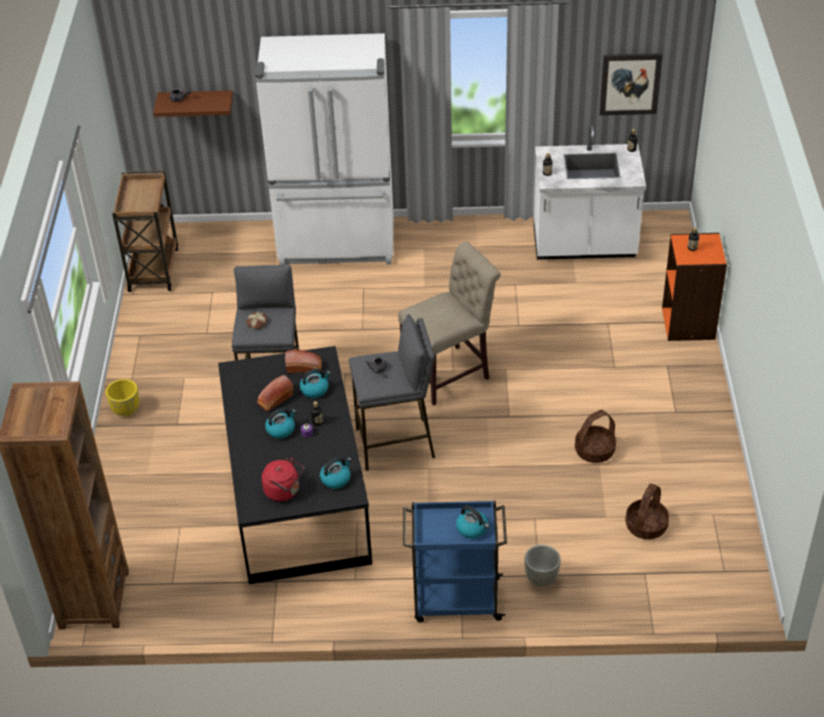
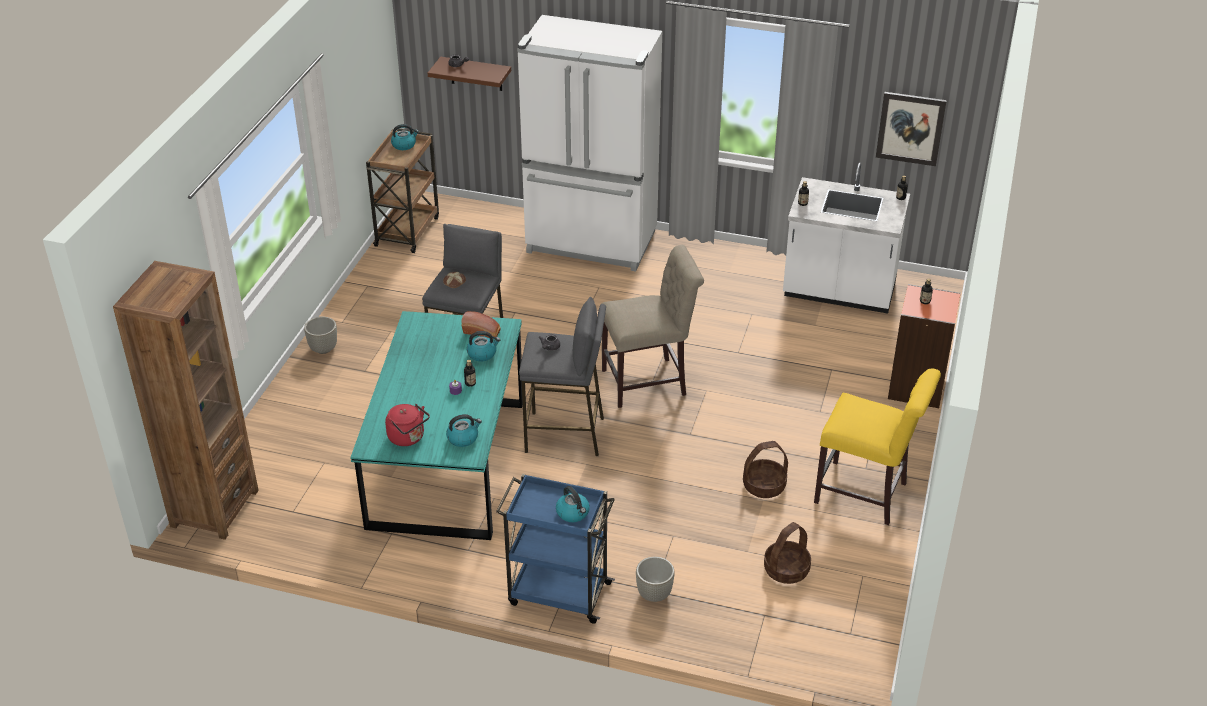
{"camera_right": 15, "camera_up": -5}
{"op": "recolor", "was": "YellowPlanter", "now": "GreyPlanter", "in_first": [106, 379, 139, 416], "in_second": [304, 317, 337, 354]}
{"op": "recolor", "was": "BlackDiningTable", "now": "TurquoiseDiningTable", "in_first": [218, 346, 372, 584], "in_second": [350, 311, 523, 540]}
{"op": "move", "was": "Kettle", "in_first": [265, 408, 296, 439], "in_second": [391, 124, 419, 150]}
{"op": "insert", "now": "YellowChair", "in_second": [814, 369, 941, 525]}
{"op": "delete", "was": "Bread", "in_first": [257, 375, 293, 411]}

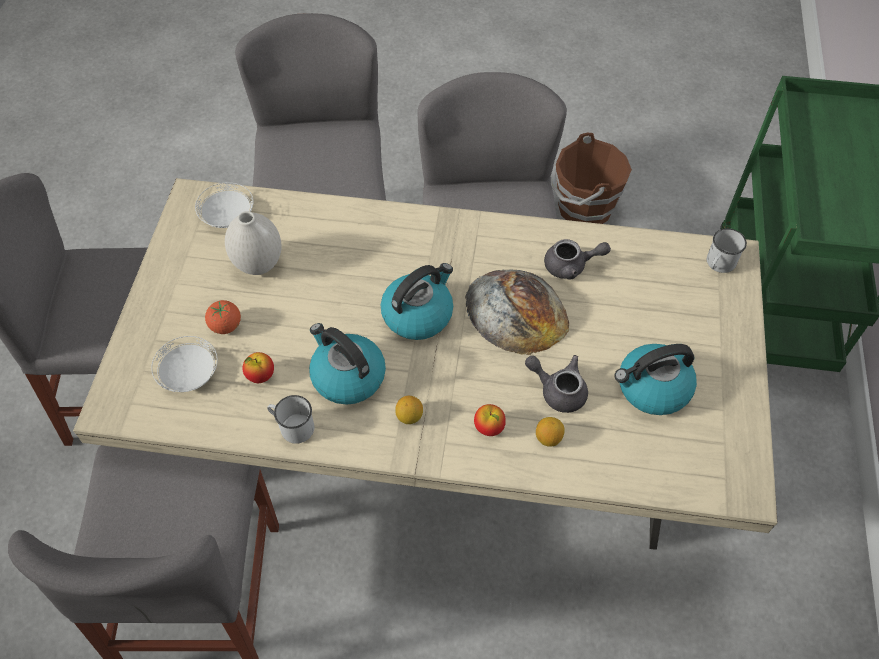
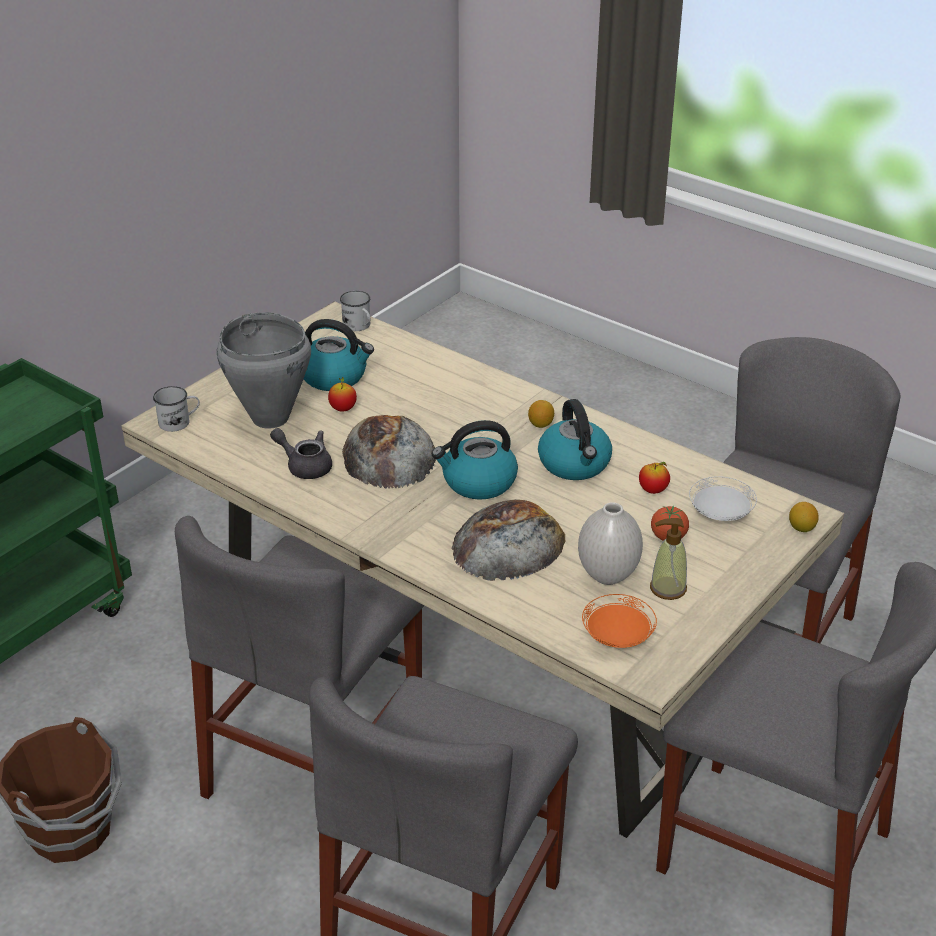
{"camera_right": -150, "camera_up": -20}
{"op": "insert", "now": "GreyCookingPot", "in_second": [217, 312, 311, 429]}
{"op": "move", "was": "Apple", "in_first": [474, 404, 506, 436], "in_second": [328, 377, 357, 412]}
{"op": "move", "was": "WhiteMug", "in_first": [267, 395, 314, 444], "in_second": [340, 291, 371, 331]}
{"op": "insert", "now": "Bread", "in_second": [452, 499, 565, 581]}
{"op": "recolor", "was": "WhitePlate", "now": "OrangePlate", "in_first": [195, 182, 254, 228], "in_second": [582, 594, 657, 648]}
{"op": "insert", "now": "SoapDispenser", "in_second": [650, 518, 687, 600]}
{"op": "move", "was": "Lemon", "in_first": [536, 417, 565, 447], "in_second": [789, 502, 819, 532]}
{"op": "delete", "was": "GreyTeapot", "in_first": [525, 355, 588, 413]}

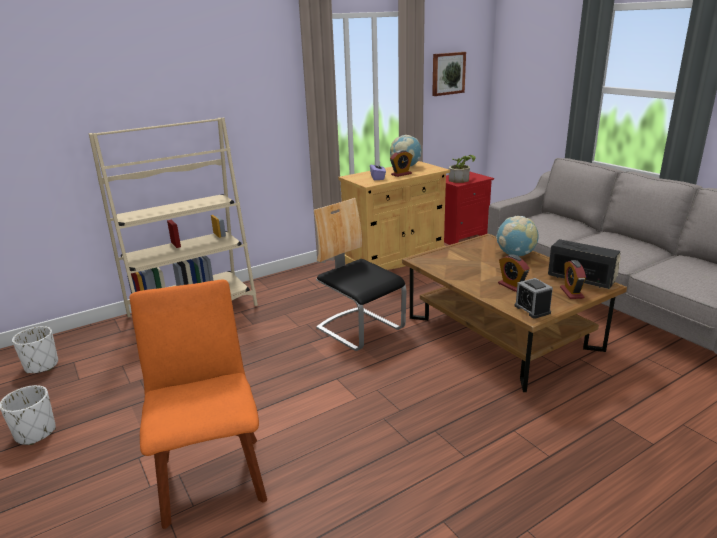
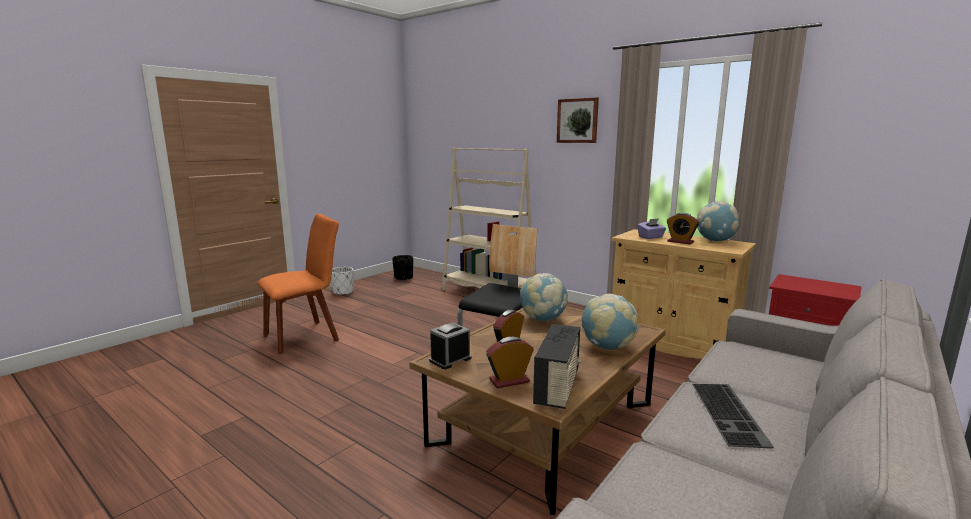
{"camera_right": 70, "camera_up": -10}
{"op": "recolor", "was": "WhitePlanter", "now": "BlackPlanter", "in_first": [12, 326, 58, 374], "in_second": [392, 255, 413, 280]}
{"op": "insert", "now": "Globe", "in_second": [520, 273, 568, 321]}
{"op": "move", "was": "Picture", "in_first": [432, 52, 466, 96], "in_second": [557, 97, 599, 143]}
{"op": "insert", "now": "Keyboard", "in_second": [692, 384, 774, 449]}
{"op": "delete", "was": "PottedPlant", "in_first": [449, 155, 476, 183]}

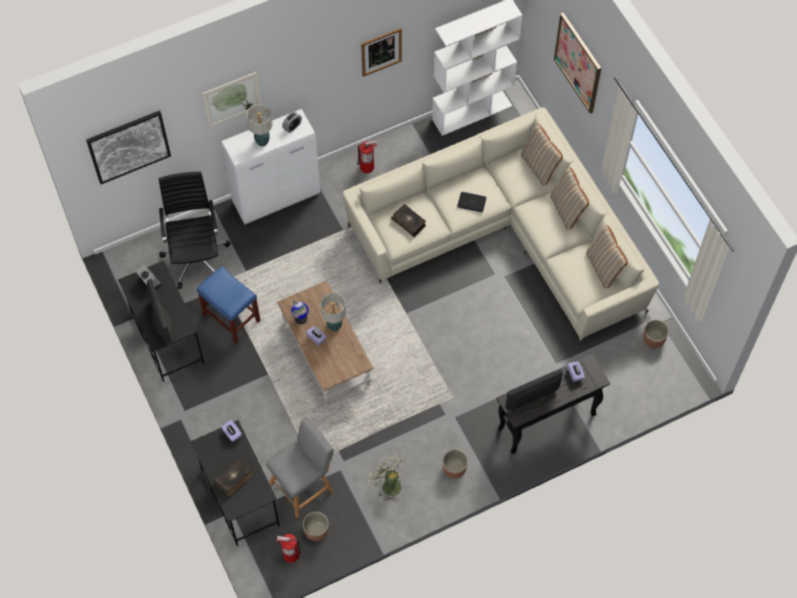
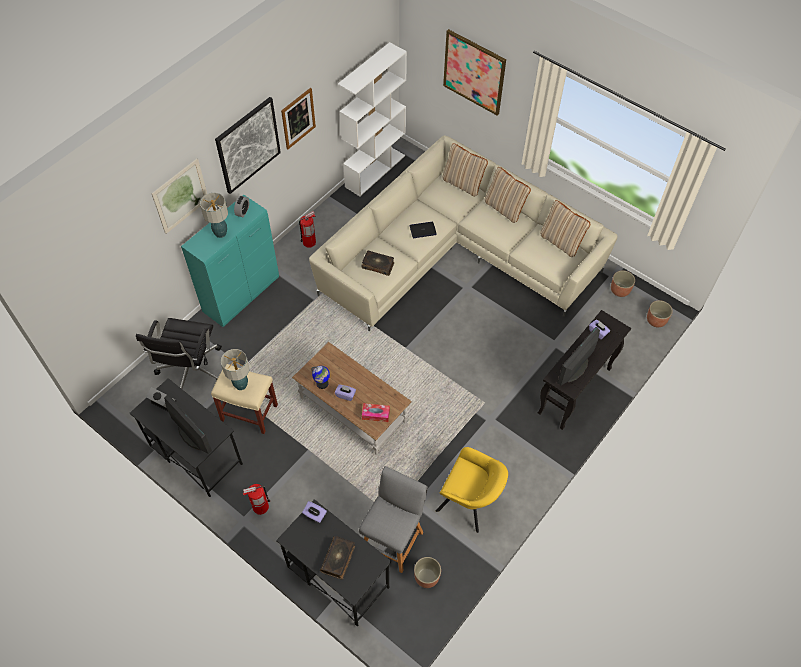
{"camera_right": -25, "camera_up": -5}
{"op": "rotate", "was": "BlackOfficeChair", "in_first": [159, 172, 231, 289], "in_second": [136, 318, 222, 389], "clockwise": -135}
{"op": "recolor", "was": "WhiteCabinet", "now": "TurquoiseCabinet", "in_first": [222, 109, 320, 225], "in_second": [181, 195, 279, 327]}
{"op": "recolor", "was": "BlueStool", "now": "BeigeStool", "in_first": [197, 266, 261, 344], "in_second": [211, 364, 278, 434]}
{"op": "move", "was": "Picture", "in_first": [86, 110, 171, 184], "in_second": [215, 97, 281, 194]}
{"op": "move", "was": "TableLamp", "in_first": [321, 293, 346, 331], "in_second": [221, 349, 249, 390]}
{"op": "move", "was": "FireExtinguisher", "in_first": [276, 534, 302, 563], "in_second": [243, 484, 271, 515]}
{"op": "insert", "now": "TissueBox", "in_second": [362, 403, 390, 422]}
{"op": "replace", "was": "GreenFan", "now": "YellowArmchair", "in_first": [368, 454, 405, 502], "in_second": [435, 447, 508, 533]}
{"op": "move", "was": "Planter", "in_first": [443, 449, 468, 479], "in_second": [647, 300, 673, 327]}

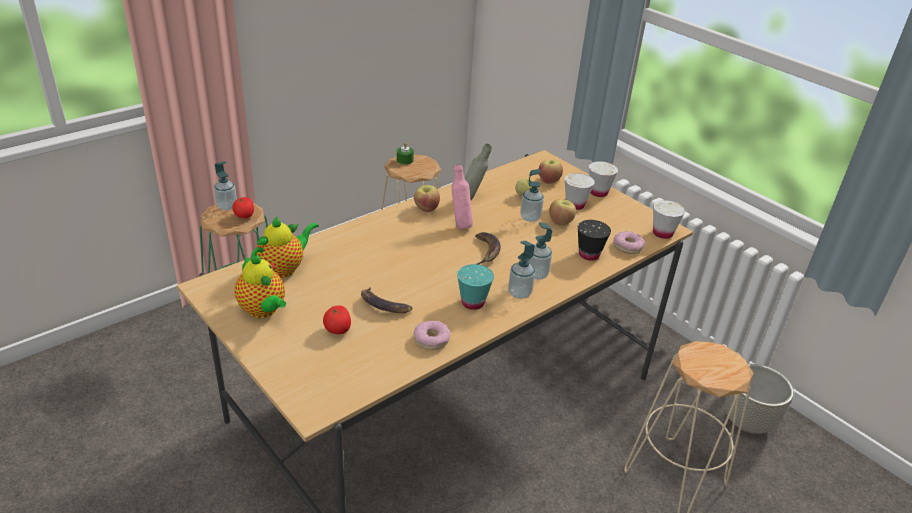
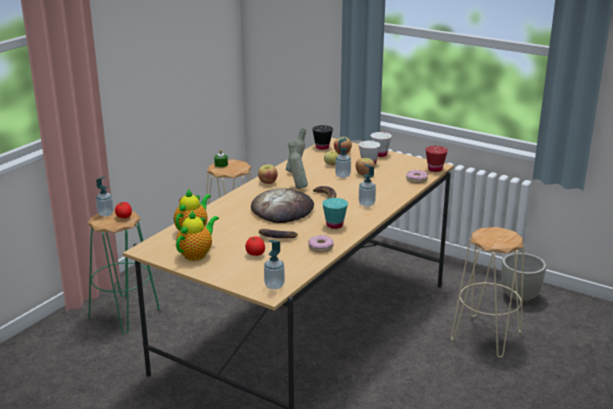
{"camera_right": -15, "camera_up": -10}
{"op": "rotate", "was": "Teapot", "in_first": [235, 254, 286, 318], "in_second": [176, 211, 219, 261], "clockwise": -90}
{"op": "insert", "now": "Bread", "in_second": [251, 188, 314, 223]}
{"op": "move", "was": "SoapDispenser", "in_first": [508, 241, 535, 299], "in_second": [264, 240, 285, 290]}
{"op": "recolor", "was": "PinkBottle", "now": "GreyBottle", "in_first": [451, 164, 473, 229], "in_second": [288, 142, 308, 189]}
{"op": "move", "was": "BlackCup", "in_first": [578, 220, 611, 261], "in_second": [312, 125, 333, 150]}
{"op": "recolor", "was": "WhiteCup", "now": "RedCup", "in_first": [653, 200, 685, 239], "in_second": [425, 146, 448, 172]}

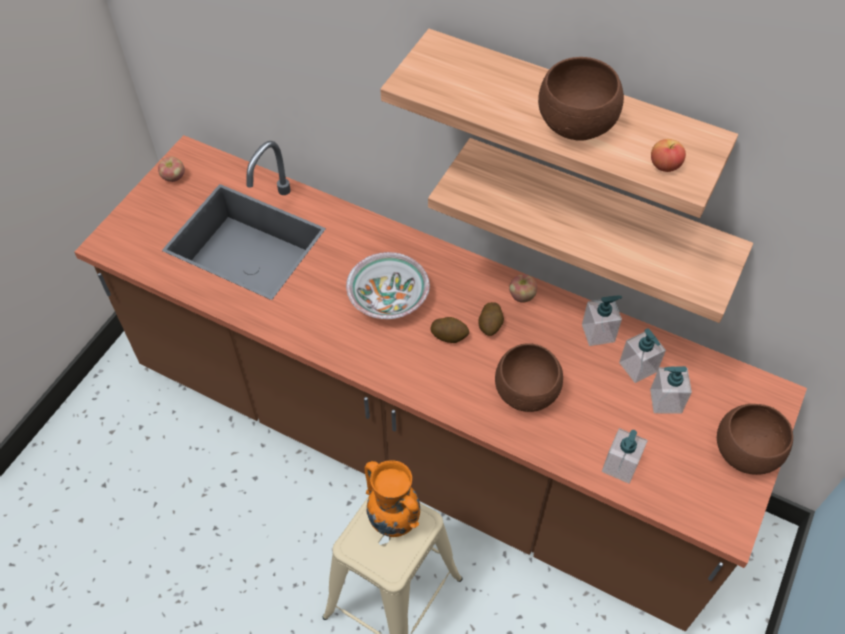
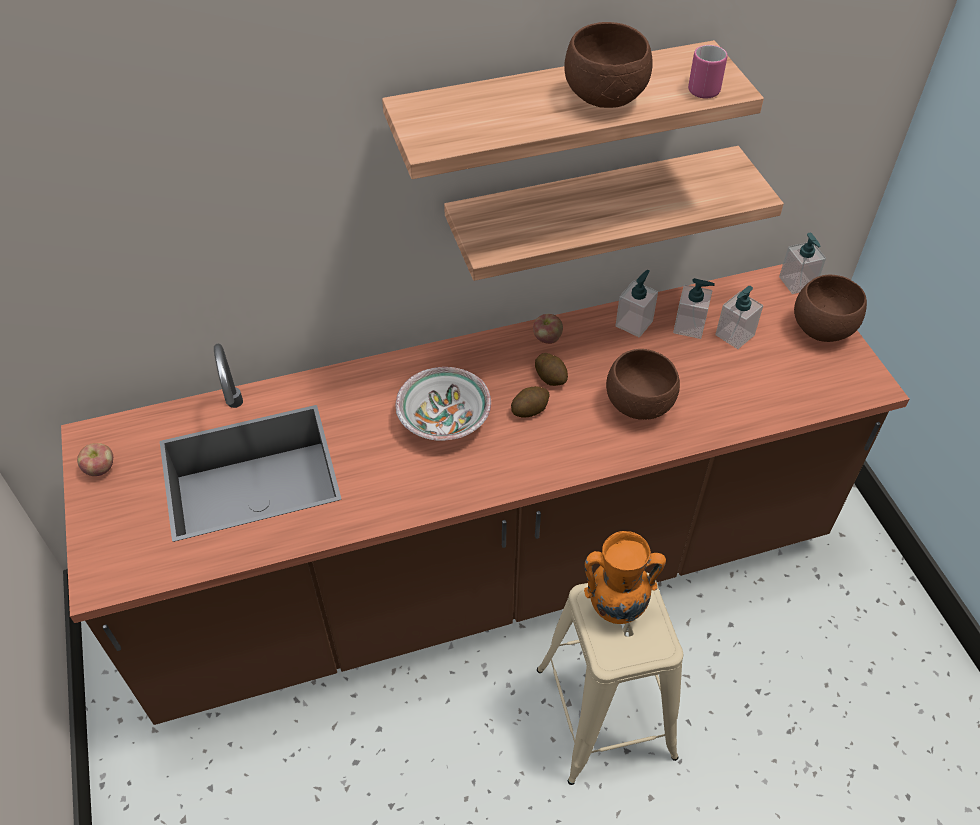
{"camera_right": -45, "camera_up": -5}
{"op": "replace", "was": "Apple", "now": "PinkMug", "in_first": [651, 139, 686, 172], "in_second": [688, 45, 728, 98]}
{"op": "move", "was": "SoapDispenser", "in_first": [602, 428, 648, 484], "in_second": [779, 233, 826, 294]}

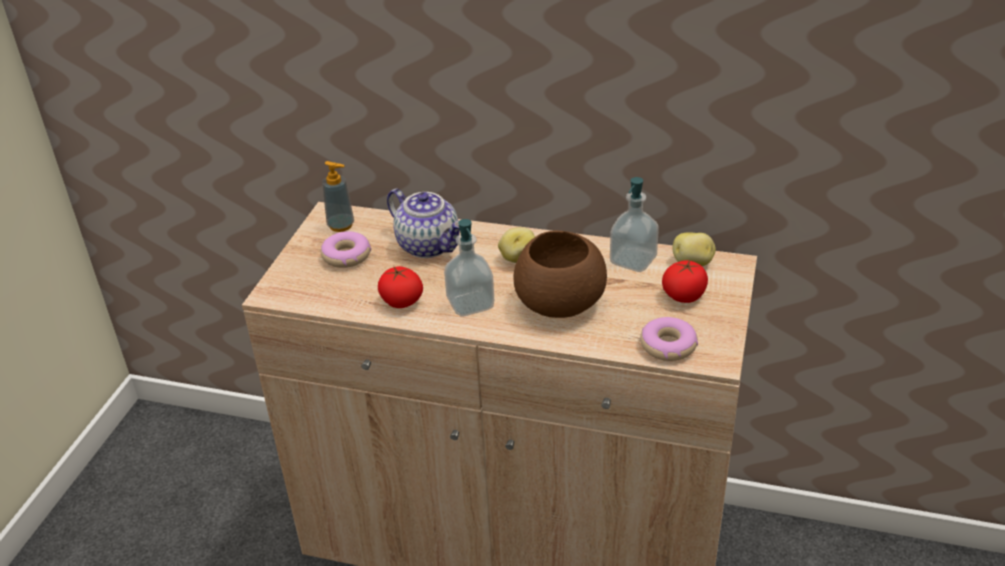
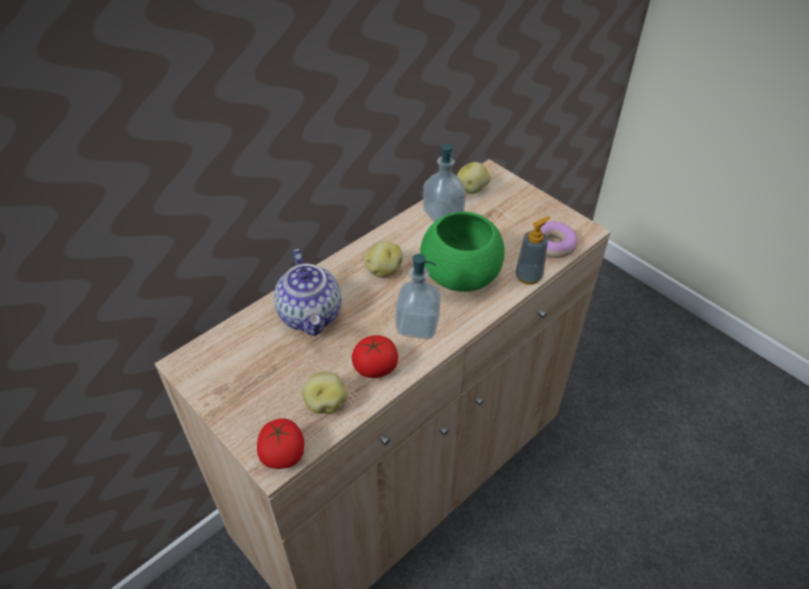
{"camera_right": -60, "camera_up": 10}
{"op": "move", "was": "Tomato", "in_first": [662, 260, 708, 303], "in_second": [257, 418, 304, 469]}
{"op": "rotate", "was": "Teapot", "in_first": [387, 188, 460, 258], "in_second": [274, 249, 341, 337], "clockwise": 90}
{"op": "insert", "now": "Potato", "in_second": [301, 372, 347, 414]}
{"op": "recolor", "was": "BrownBowl", "now": "GreenBowl", "in_first": [513, 230, 607, 318], "in_second": [420, 211, 505, 292]}
{"op": "move", "was": "SoapDispenser", "in_first": [322, 161, 354, 232], "in_second": [515, 216, 551, 285]}
{"op": "delete", "was": "Donut", "in_first": [321, 231, 371, 268]}

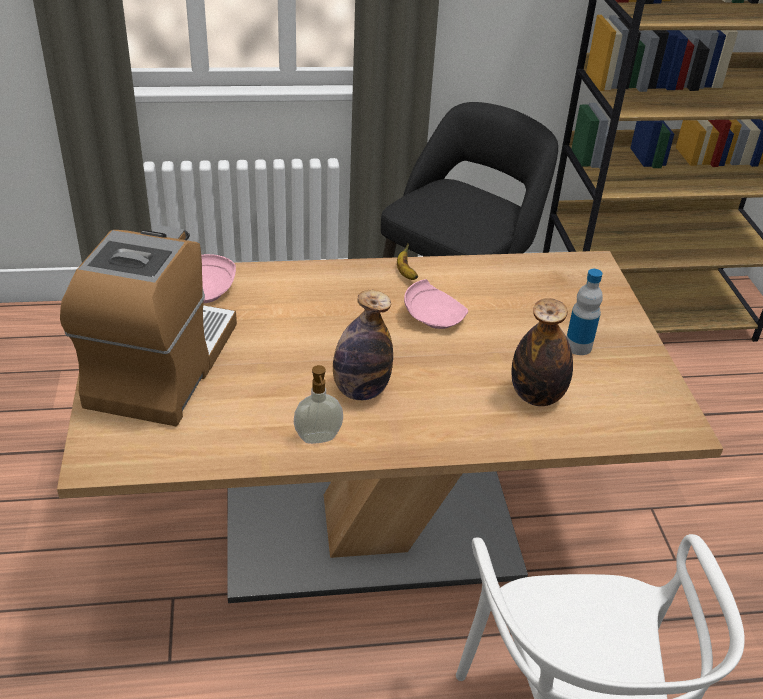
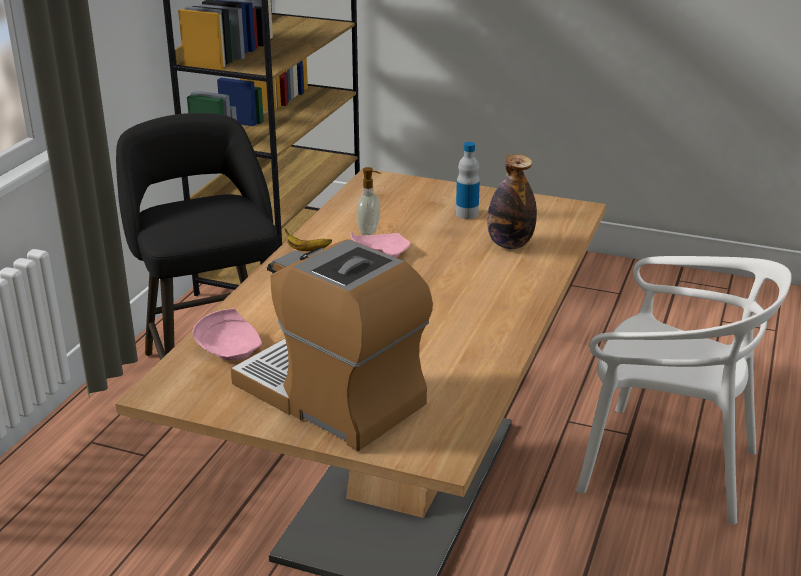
{"camera_right": -60, "camera_up": -10}
{"op": "move", "was": "SoapDispenser", "in_first": [294, 365, 343, 444], "in_second": [357, 167, 381, 235]}
{"op": "delete", "was": "Bottle", "in_first": [333, 290, 393, 400]}

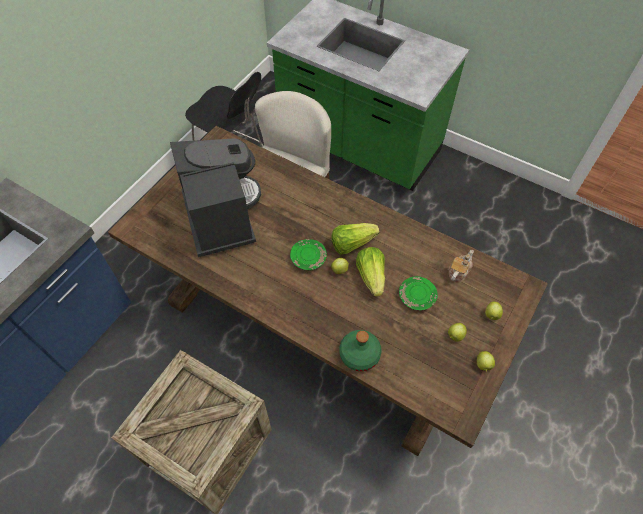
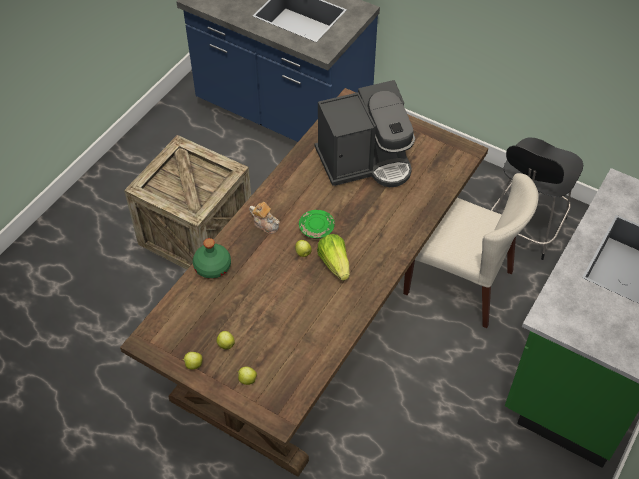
{"camera_right": 90, "camera_up": -5}
{"op": "move", "was": "Teapot", "in_first": [448, 250, 474, 283], "in_second": [249, 202, 280, 234]}
{"op": "delete", "was": "Lettuce", "in_first": [356, 247, 385, 297]}
{"op": "delete", "was": "GreenPlate", "in_first": [399, 276, 438, 311]}

